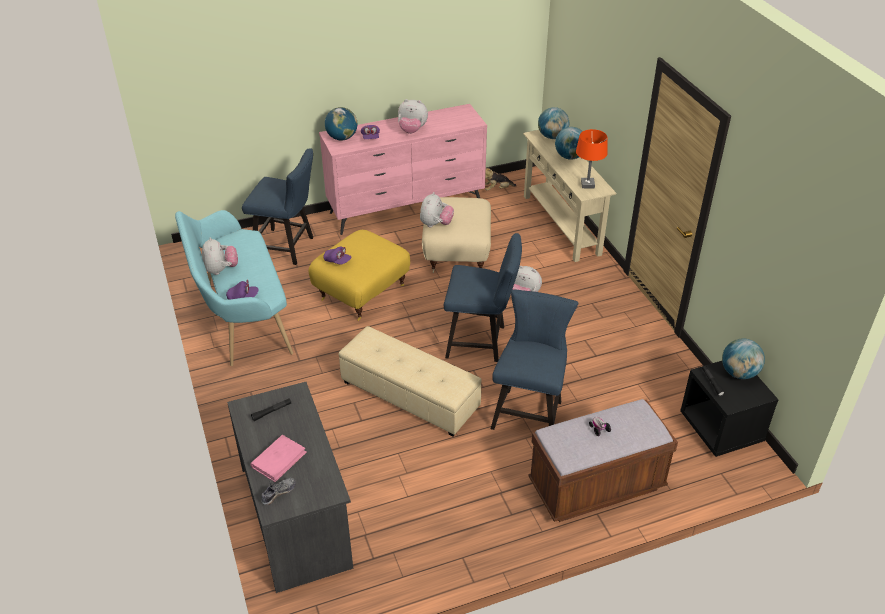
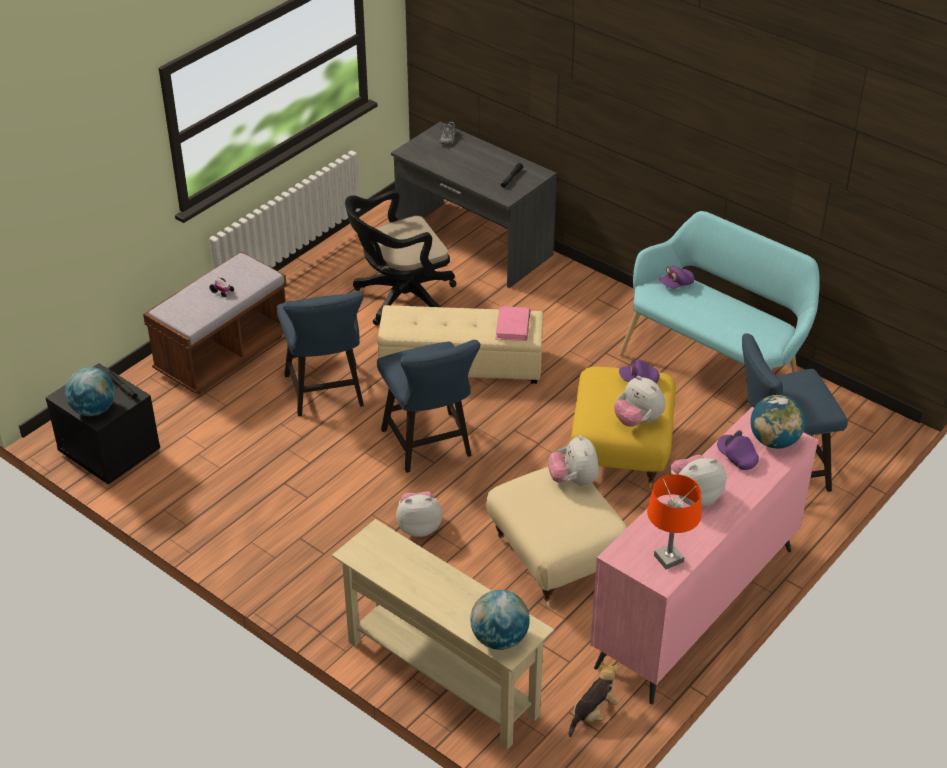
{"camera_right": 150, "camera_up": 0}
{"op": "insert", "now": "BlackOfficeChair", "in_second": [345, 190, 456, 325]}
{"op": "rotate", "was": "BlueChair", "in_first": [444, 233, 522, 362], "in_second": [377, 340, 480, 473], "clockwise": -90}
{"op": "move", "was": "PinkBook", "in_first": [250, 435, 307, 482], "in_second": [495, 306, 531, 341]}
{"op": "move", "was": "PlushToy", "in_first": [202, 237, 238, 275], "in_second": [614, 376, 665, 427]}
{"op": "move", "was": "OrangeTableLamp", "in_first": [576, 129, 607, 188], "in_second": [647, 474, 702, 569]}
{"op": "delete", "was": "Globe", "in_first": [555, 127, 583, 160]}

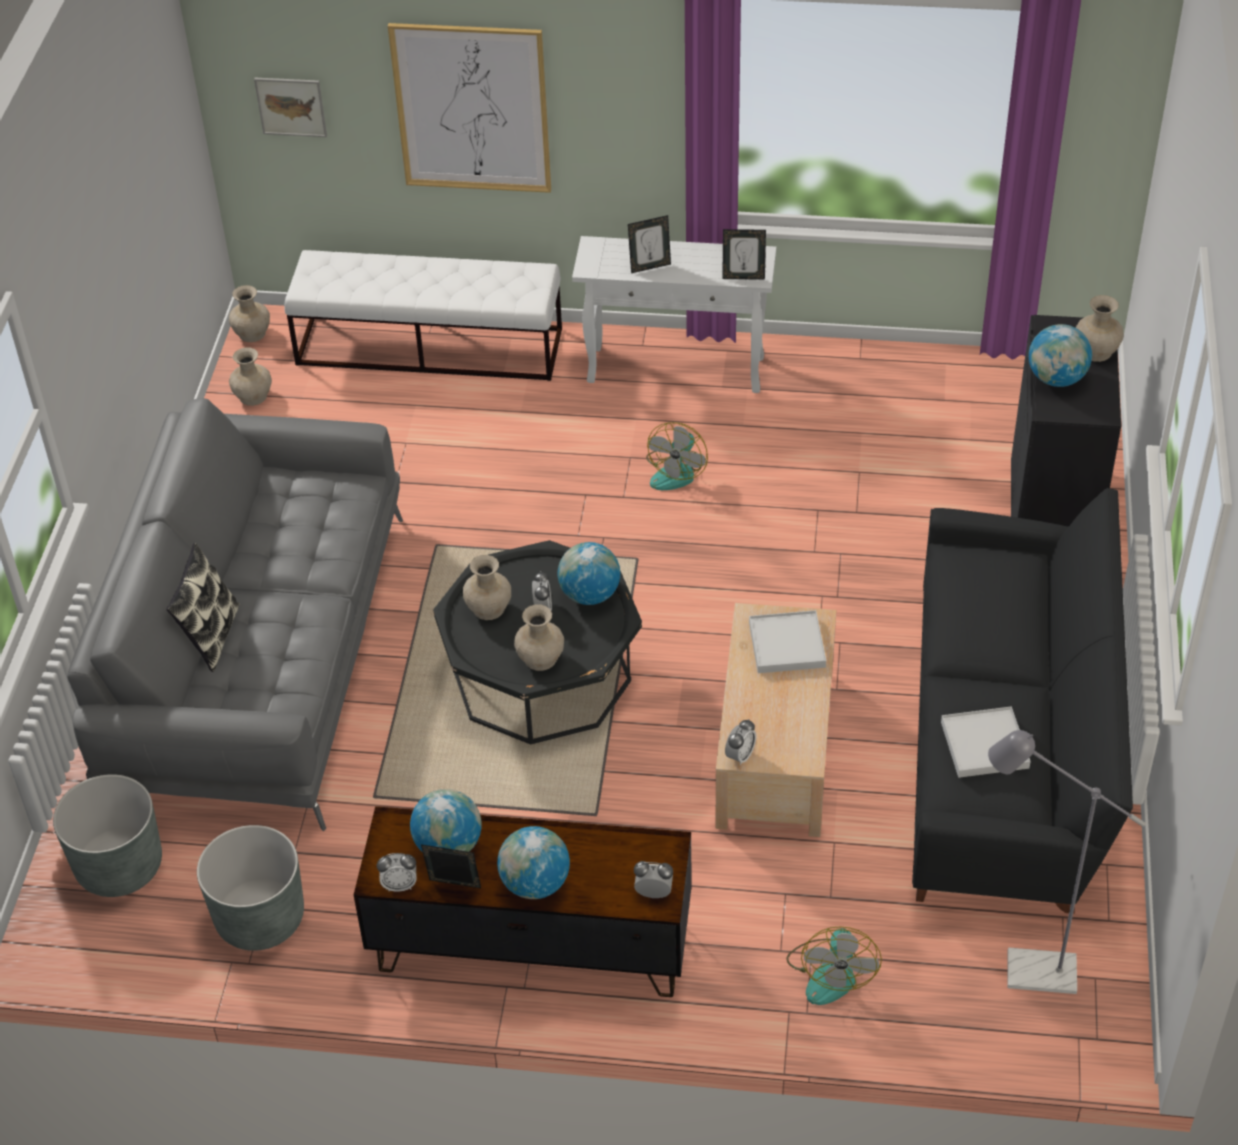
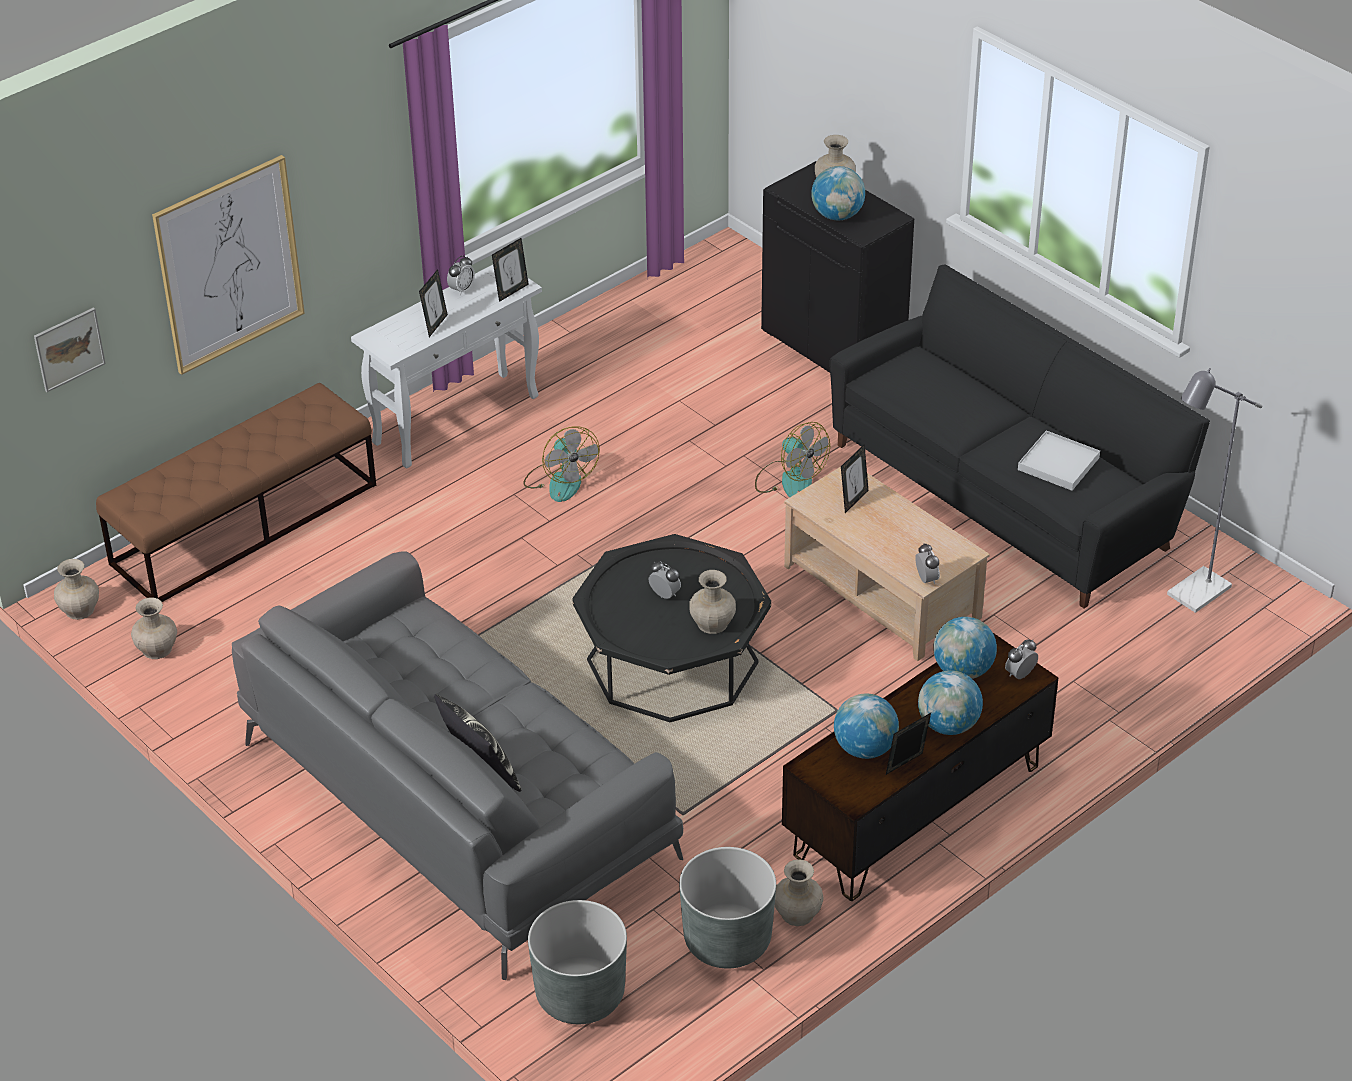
{"camera_right": -50, "camera_up": -5}
{"op": "recolor", "was": "WhiteBench", "now": "BrownBench", "in_first": [285, 250, 562, 381], "in_second": [96, 383, 376, 602]}
{"op": "move", "was": "AlarmClock", "in_first": [377, 853, 416, 892], "in_second": [447, 256, 475, 295]}
{"op": "move", "was": "Fan", "in_first": [786, 926, 882, 1005], "in_second": [755, 422, 830, 497]}
{"op": "move", "was": "BeigeVase", "in_first": [463, 555, 511, 620], "in_second": [775, 859, 823, 926]}
{"op": "replace", "was": "WhiteTray", "now": "PictureFrame", "in_first": [749, 610, 826, 673], "in_second": [841, 444, 868, 513]}
{"op": "move", "was": "Globe", "in_first": [558, 542, 620, 605], "in_second": [933, 617, 997, 679]}

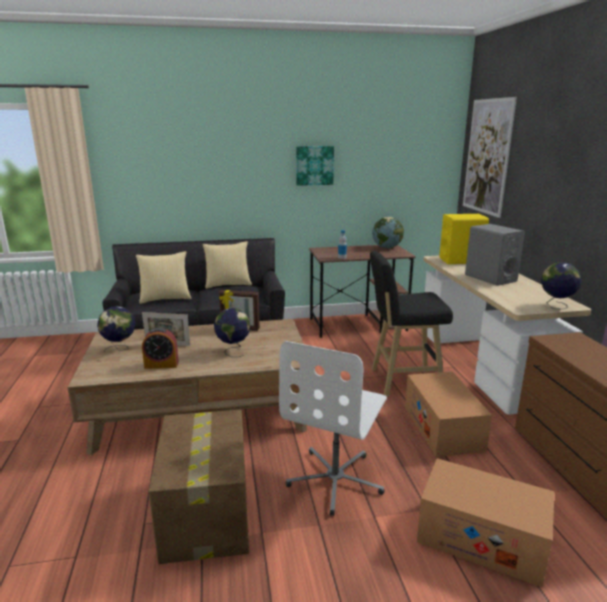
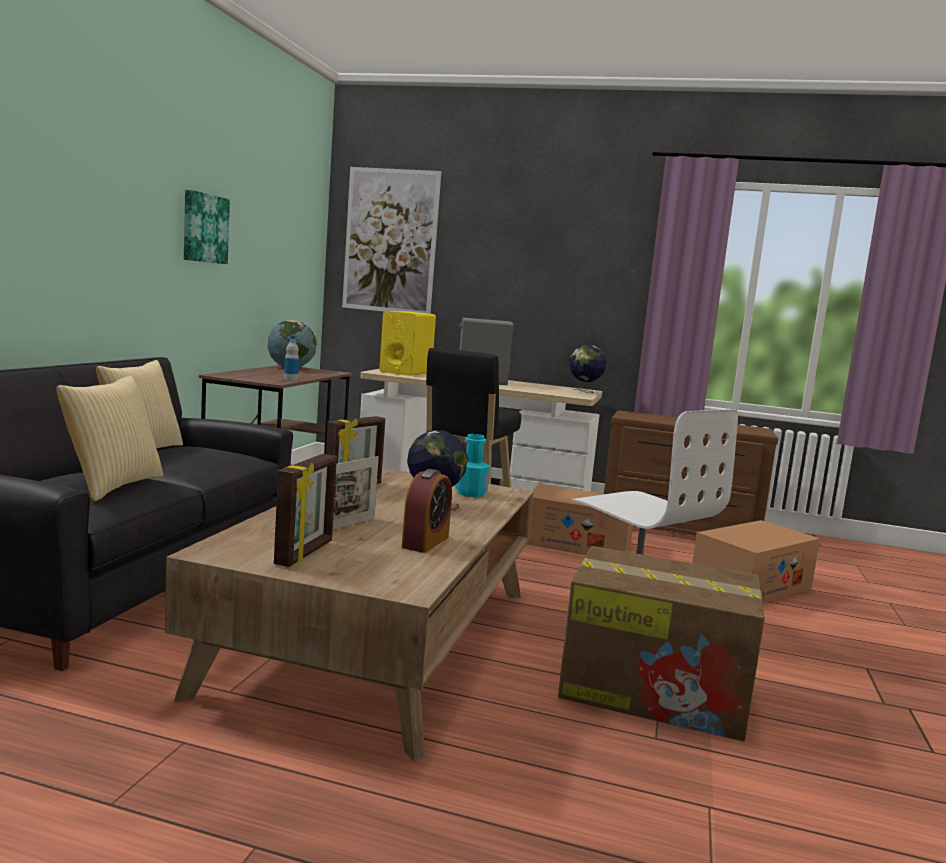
{"camera_right": -65, "camera_up": -10}
{"op": "replace", "was": "Globe", "now": "PictureFrame", "in_first": [97, 306, 135, 352], "in_second": [274, 454, 337, 567]}
{"op": "insert", "now": "TurquoiseBottle", "in_second": [455, 434, 490, 497]}

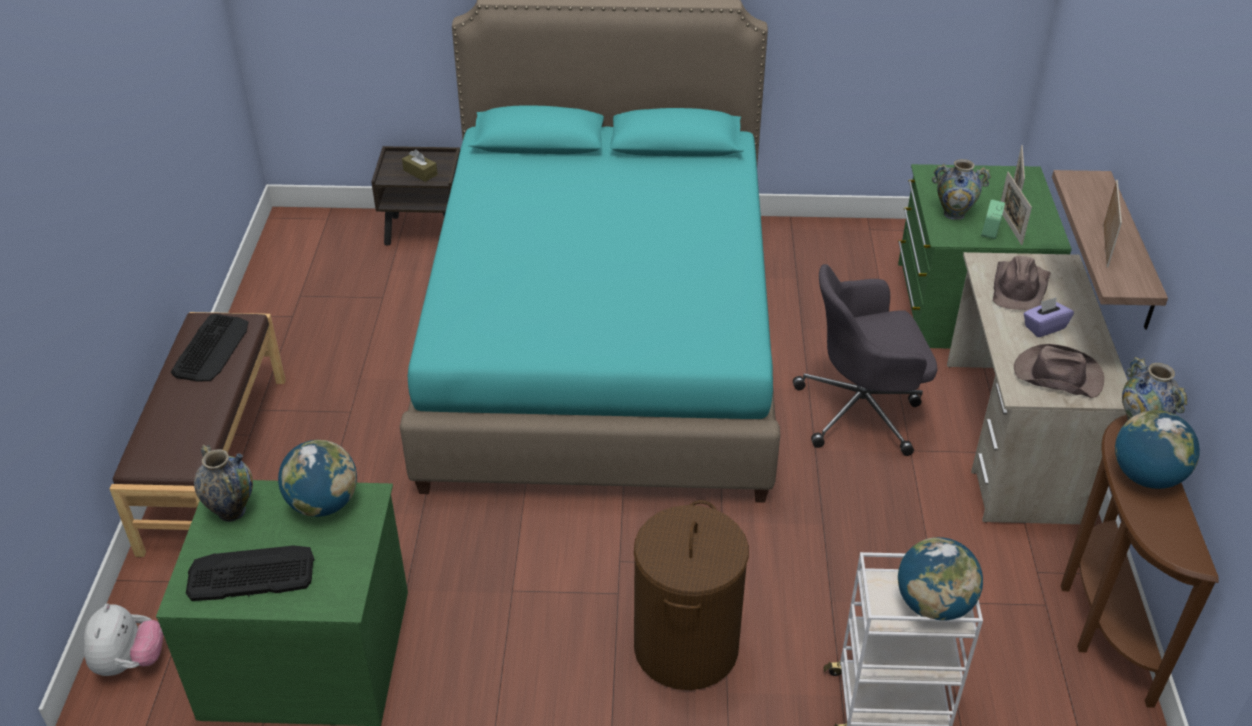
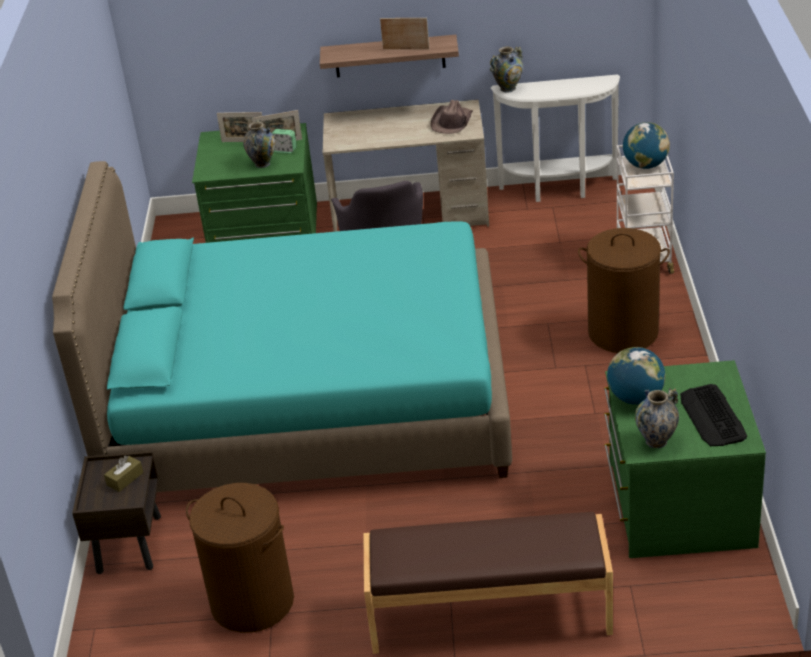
{"camera_right": -90, "camera_up": -5}
{"op": "insert", "now": "BrownLaundryBasket", "in_second": [186, 483, 294, 633]}
{"op": "recolor", "was": "BrownConsoleTable", "now": "WhiteConsoleTable", "in_first": [1061, 415, 1219, 708], "in_second": [491, 74, 620, 202]}
{"op": "delete", "was": "PlushToy", "in_first": [84, 604, 163, 676]}
{"op": "delete", "was": "Keyboard", "in_first": [171, 314, 248, 382]}
{"op": "delete", "was": "BrownHat", "in_first": [993, 256, 1051, 310]}
{"op": "delete", "was": "PurpleTissueBox", "in_first": [1023, 297, 1074, 337]}
{"op": "delete", "was": "Globe", "in_first": [1115, 410, 1200, 489]}

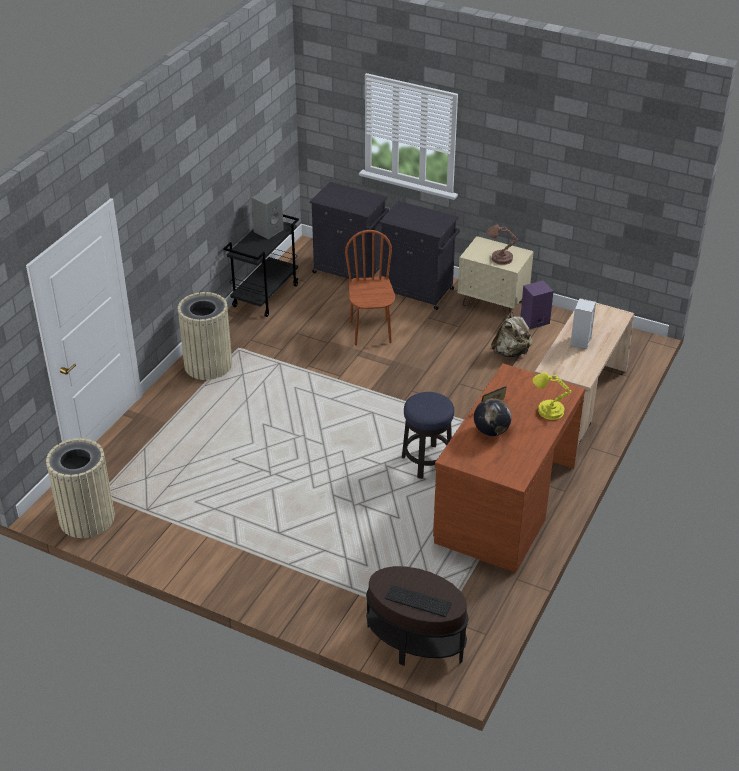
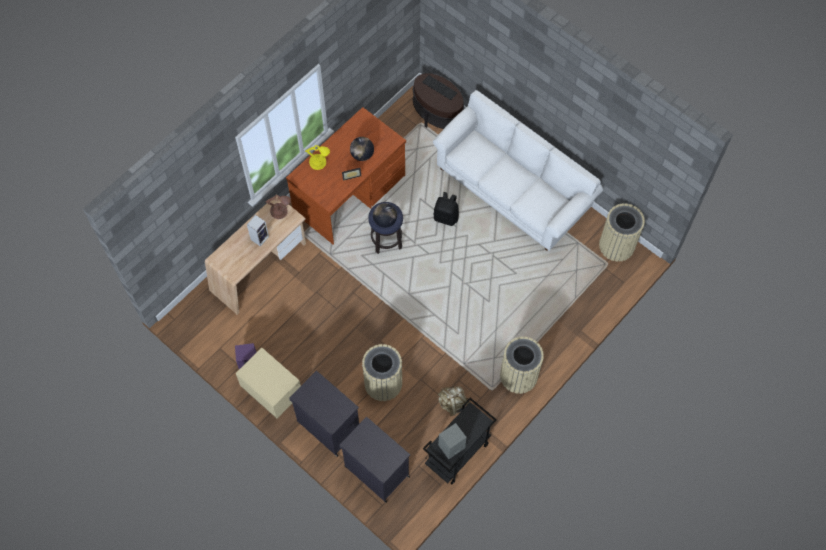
{"camera_right": -165, "camera_up": 25}
{"op": "move", "was": "BrownTableLamp", "in_first": [486, 224, 518, 265], "in_second": [266, 195, 291, 219]}
{"op": "replace", "was": "BrownChair", "now": "BeigeTrashCan", "in_first": [345, 230, 395, 346], "in_second": [362, 344, 402, 401]}
{"op": "insert", "now": "Globe", "in_second": [373, 203, 397, 228]}
{"op": "insert", "now": "WhiteSofa", "in_second": [433, 90, 603, 251]}
{"op": "insert", "now": "BlackBackpack", "in_second": [434, 192, 459, 226]}
{"op": "move", "was": "BeigeBackpack", "in_first": [491, 312, 533, 357], "in_second": [438, 386, 469, 416]}

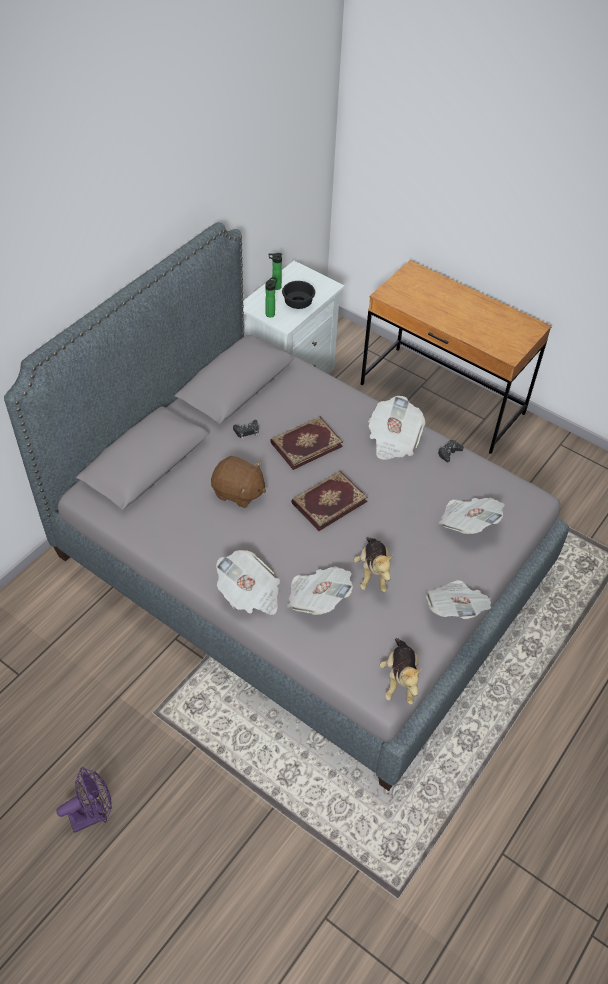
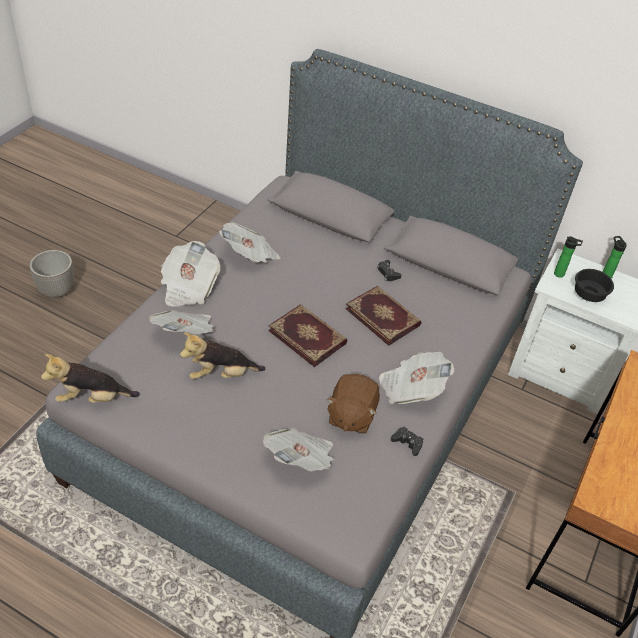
{"camera_right": 80, "camera_up": -5}
{"op": "replace", "was": "PurpleFan", "now": "Planter", "in_first": [56, 767, 112, 833], "in_second": [29, 250, 74, 298]}
{"op": "move", "was": "Newspaper", "in_first": [426, 580, 491, 619], "in_second": [219, 222, 280, 263]}
{"op": "move", "was": "BrownPlushToy", "in_first": [211, 456, 266, 508], "in_second": [326, 374, 380, 434]}

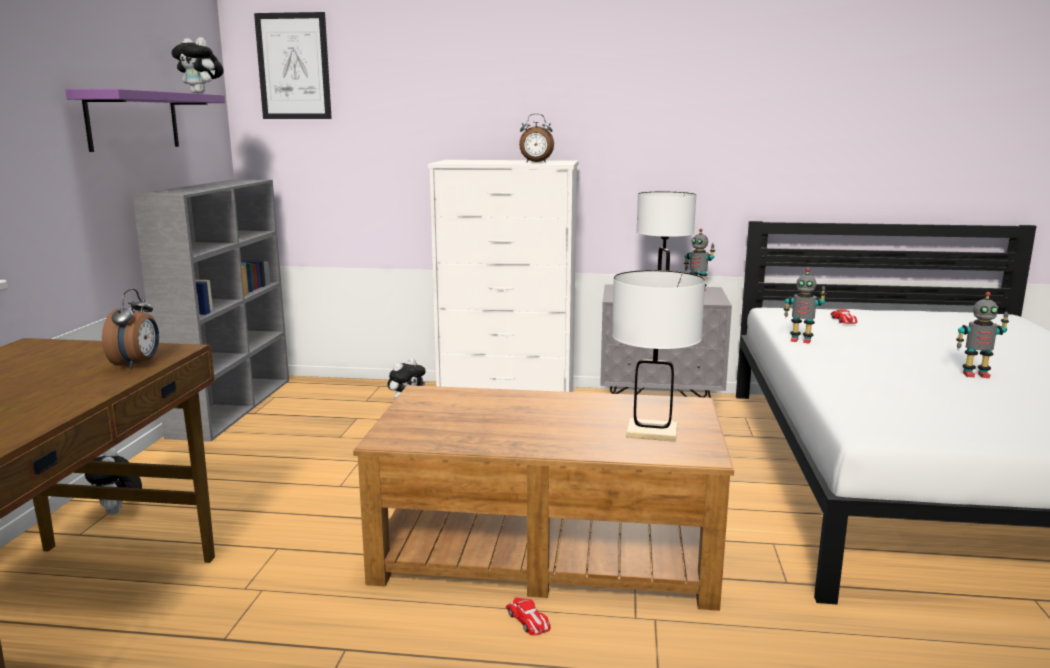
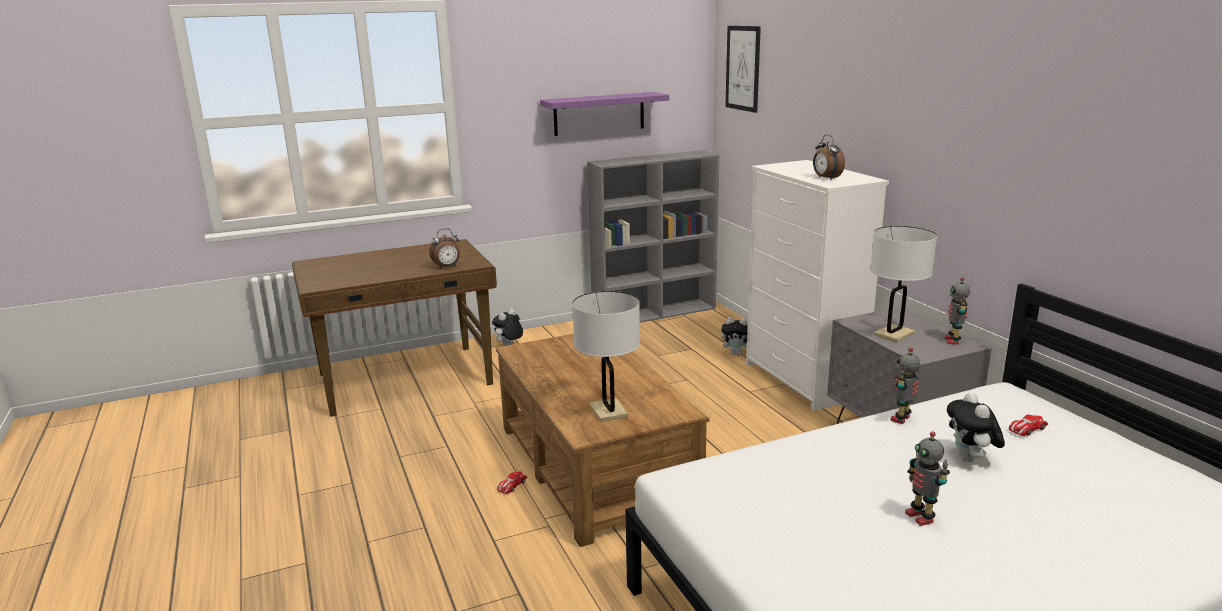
{"camera_right": 60, "camera_up": 5}
{"op": "rotate", "was": "ToyRobot", "in_first": [784, 268, 826, 344], "in_second": [890, 347, 920, 424], "clockwise": 45}
{"op": "move", "was": "PlushToy", "in_first": [171, 37, 224, 94], "in_second": [947, 392, 1005, 462]}

